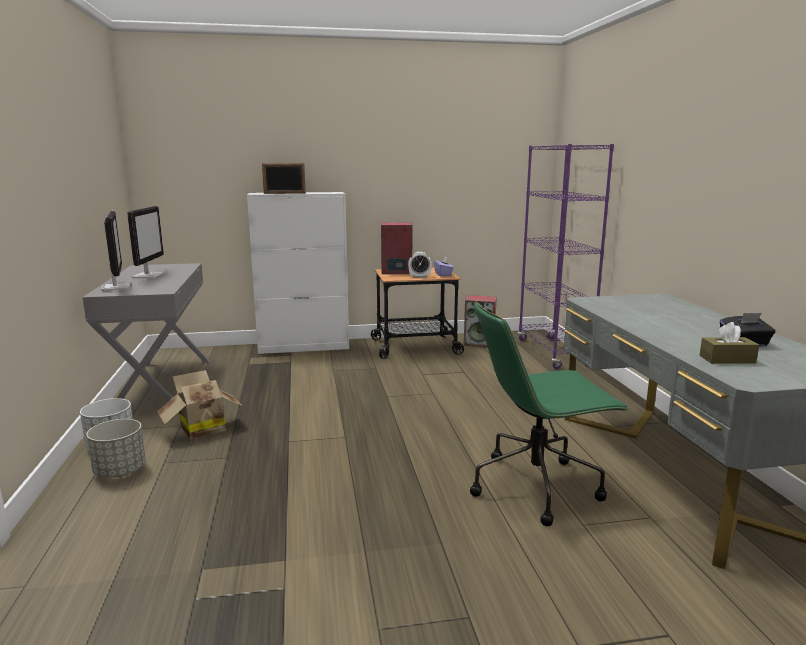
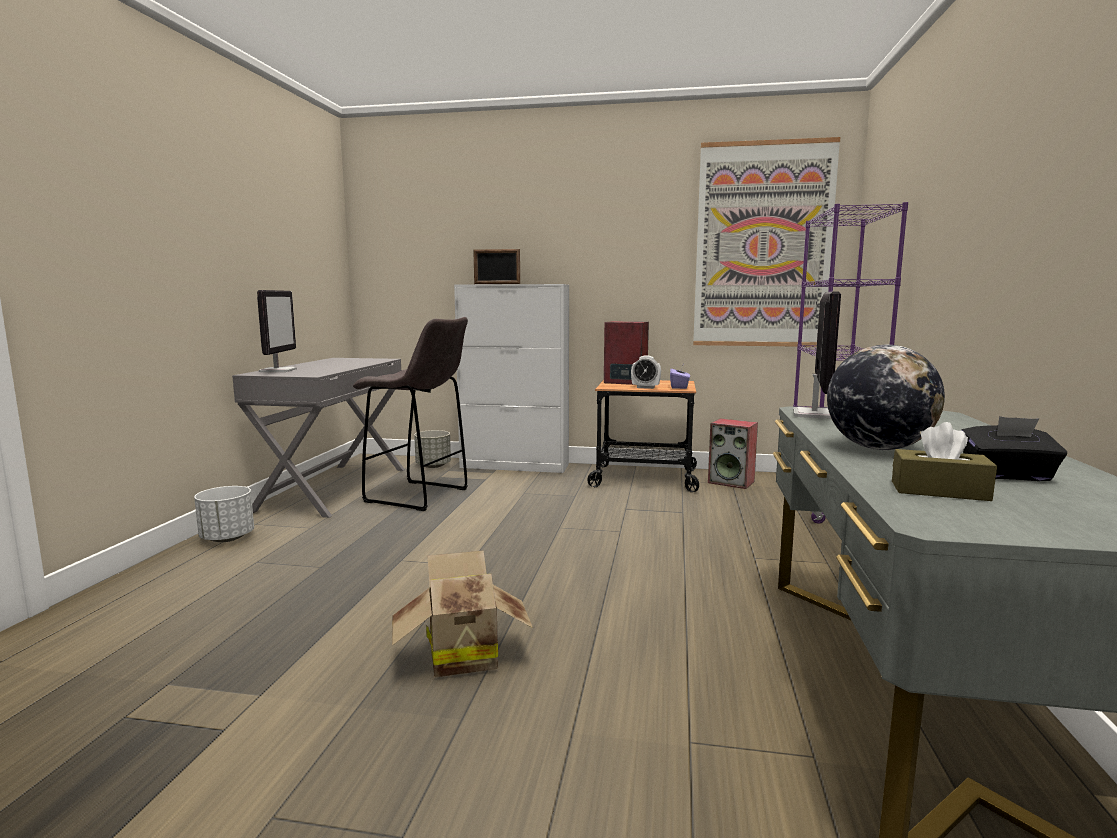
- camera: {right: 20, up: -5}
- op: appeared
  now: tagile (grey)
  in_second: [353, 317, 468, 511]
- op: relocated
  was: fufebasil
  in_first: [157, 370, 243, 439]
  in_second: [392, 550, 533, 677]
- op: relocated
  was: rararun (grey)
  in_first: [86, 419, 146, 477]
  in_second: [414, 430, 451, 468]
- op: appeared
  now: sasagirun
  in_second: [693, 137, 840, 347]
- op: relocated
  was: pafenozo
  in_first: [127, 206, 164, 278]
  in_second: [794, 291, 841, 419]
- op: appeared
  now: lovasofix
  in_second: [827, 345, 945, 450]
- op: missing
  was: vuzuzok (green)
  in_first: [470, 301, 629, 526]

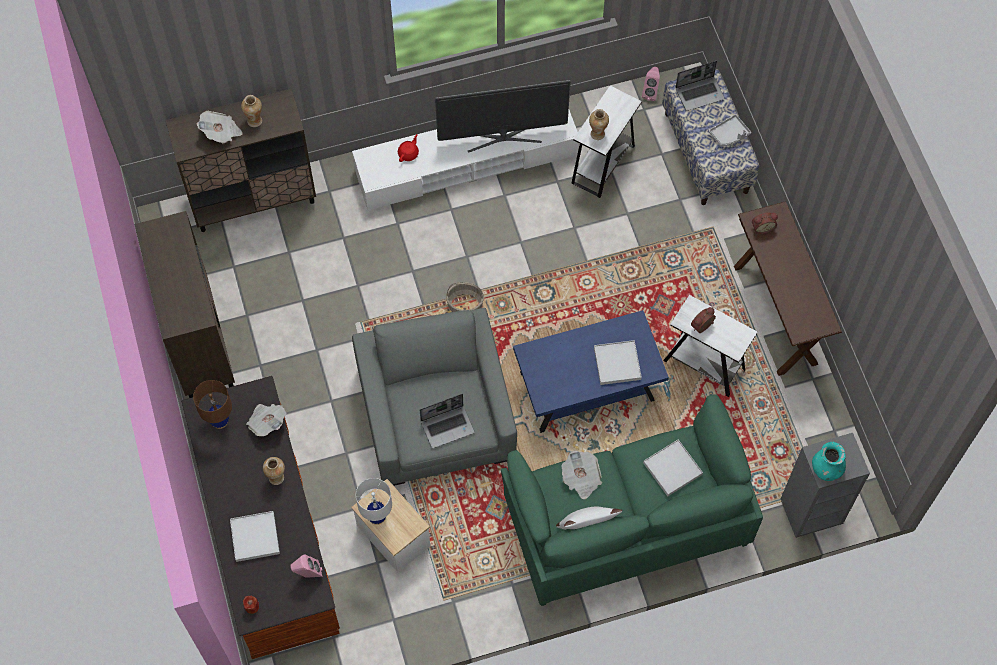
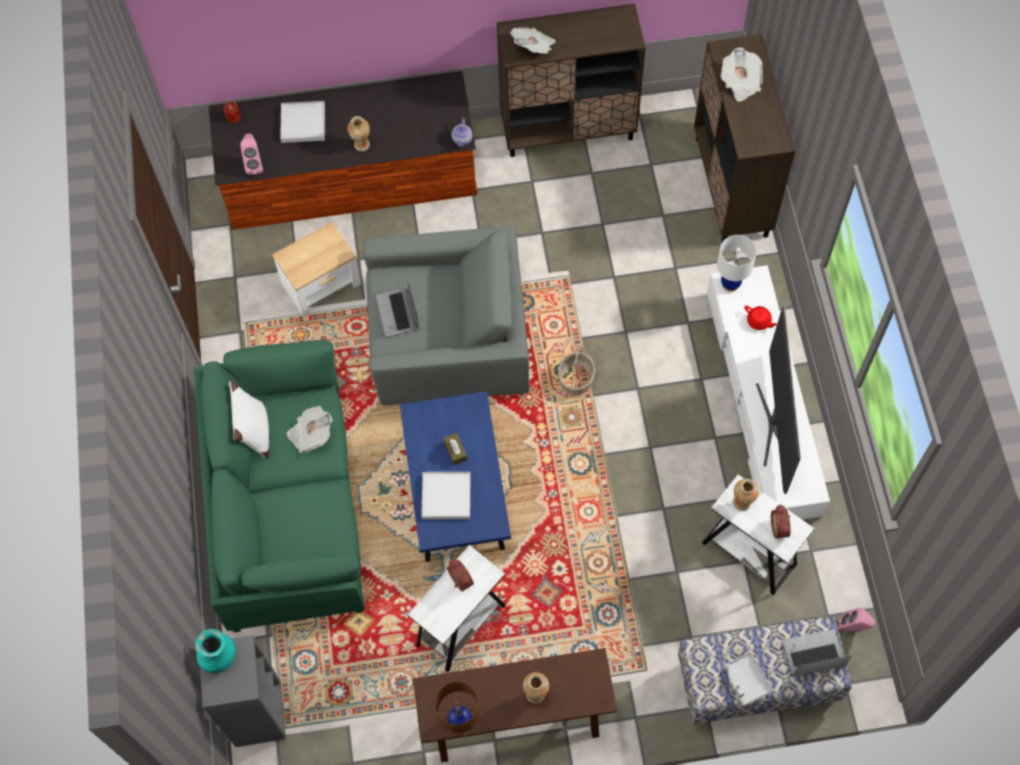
- camera: {right: 100, up: 0}
- op: relocated
  was: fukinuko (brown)
  in_first: [193, 380, 232, 429]
  in_second: [435, 682, 480, 733]
- op: appeared
  now: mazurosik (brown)
  in_second: [444, 433, 467, 465]
- op: appeared
  now: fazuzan
  in_second: [451, 118, 472, 148]
- op: relocated
  was: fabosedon
  in_first: [246, 404, 287, 436]
  in_second: [510, 27, 556, 54]
- op: relocated
  was: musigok
  in_first: [241, 95, 262, 127]
  in_second: [523, 672, 549, 704]
- op: relocated
  was: fukinuko (white)
  in_first: [356, 478, 392, 525]
  in_second: [717, 235, 757, 292]
- op: relocated
  was: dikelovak
  in_first: [752, 213, 778, 234]
  in_second: [771, 504, 791, 539]
- op: spun
  was: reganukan
  in_first: [675, 61, 725, 111]
  in_second: [782, 629, 852, 677]
  clockwise: 90
- op: missing
  was: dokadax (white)
  in_first: [643, 439, 703, 497]

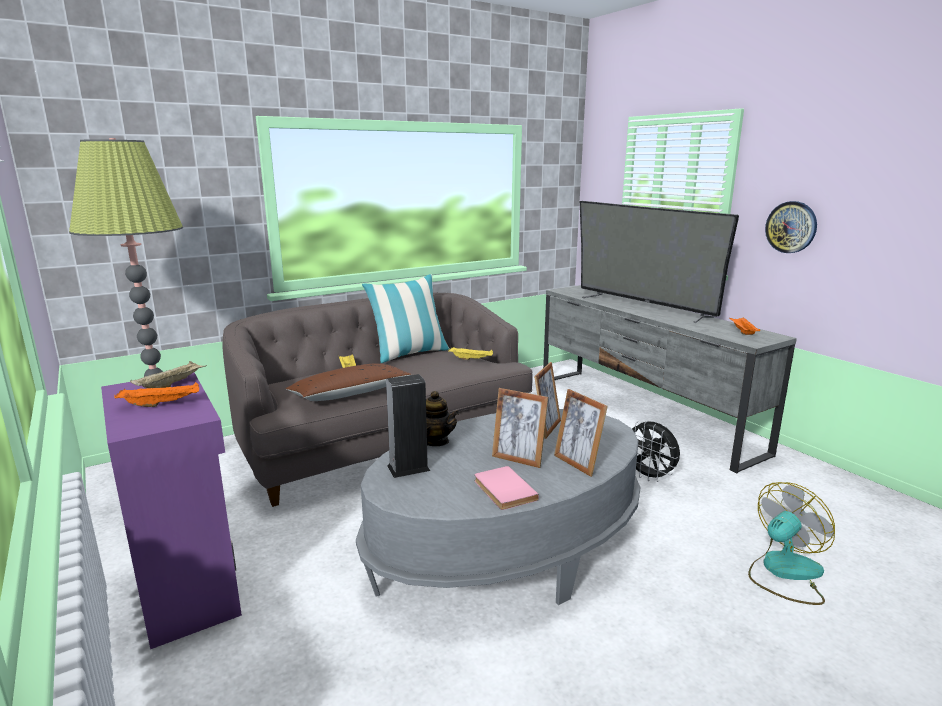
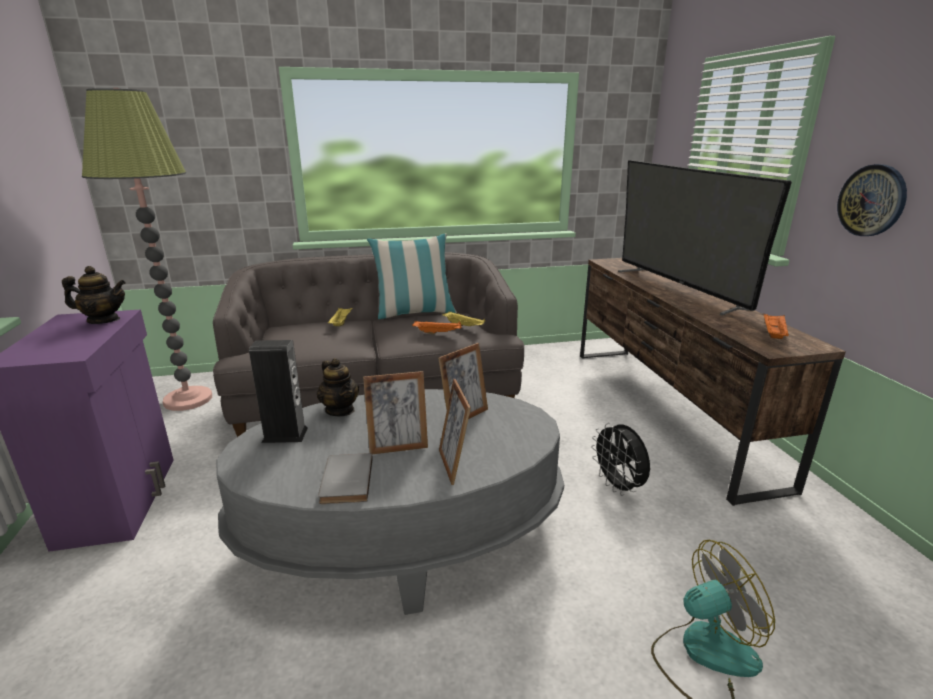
- camera: {right: 20, up: 5}
- op: exchanged
  was: dokadax (beige)
  now: fazuzan
  in_first: [130, 361, 207, 388]
  in_second: [62, 266, 126, 324]
- op: colour
  was: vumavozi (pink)
  now: vumavozi (grey)
  in_first: [475, 466, 539, 510]
  in_second: [318, 453, 373, 504]
- op: spun
  was: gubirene
  in_first: [492, 388, 548, 468]
  in_second: [363, 371, 428, 454]
  clockwise: -60
- op: relocated
  was: dokadax (orange)
  in_first: [115, 382, 199, 407]
  in_second: [412, 321, 461, 335]
- op: colour
  was: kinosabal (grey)
  now: kinosabal (brown)
  in_first: [543, 285, 797, 473]
  in_second: [580, 258, 846, 506]
- op: missing
  was: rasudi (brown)
  in_first: [286, 364, 412, 401]

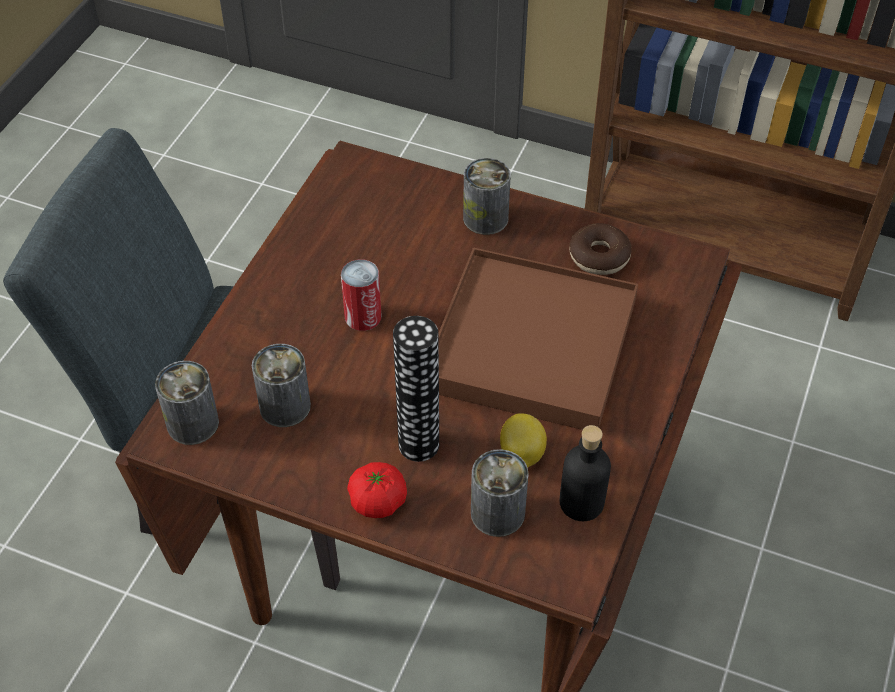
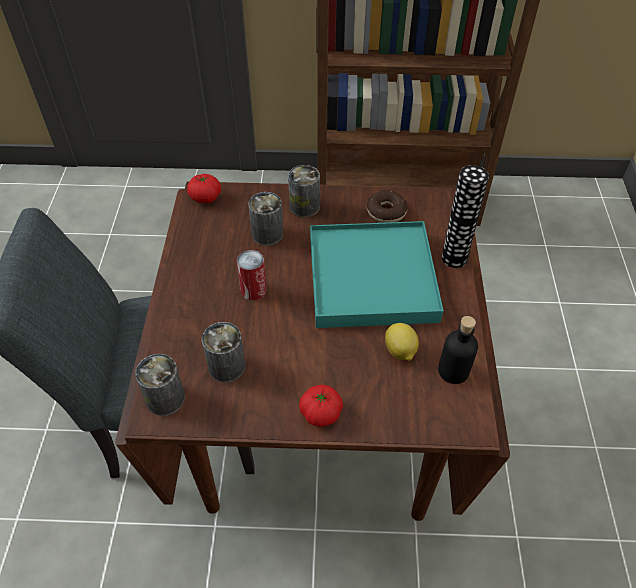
- camera: {right: -20, up: 0}
- op: appeared
  now: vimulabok
  in_second: [187, 174, 221, 203]
- op: relocated
  was: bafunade
  in_first: [471, 449, 529, 537]
  in_second: [248, 192, 283, 246]
- op: colour
  was: dokadax (brown)
  now: dokadax (turquoise)
  in_first: [438, 248, 638, 430]
  in_second: [310, 221, 443, 328]
- op: relocated
  was: musigok
  in_first: [393, 316, 439, 462]
  in_second: [442, 165, 489, 268]

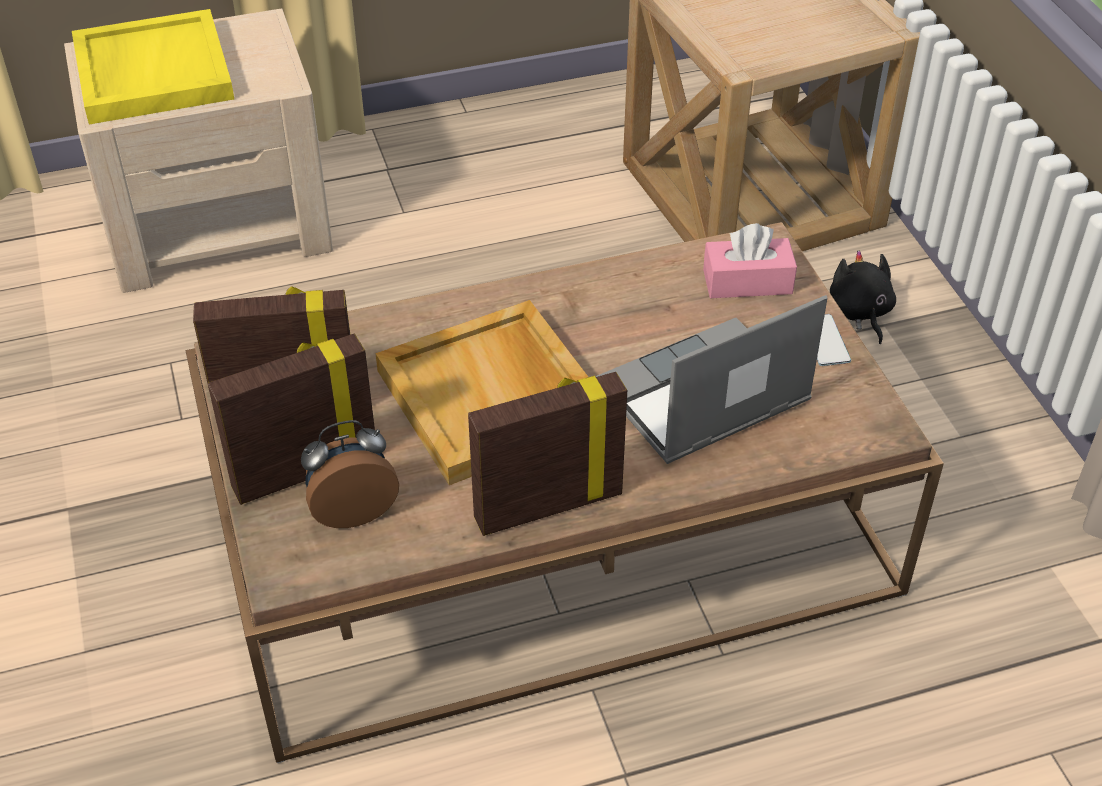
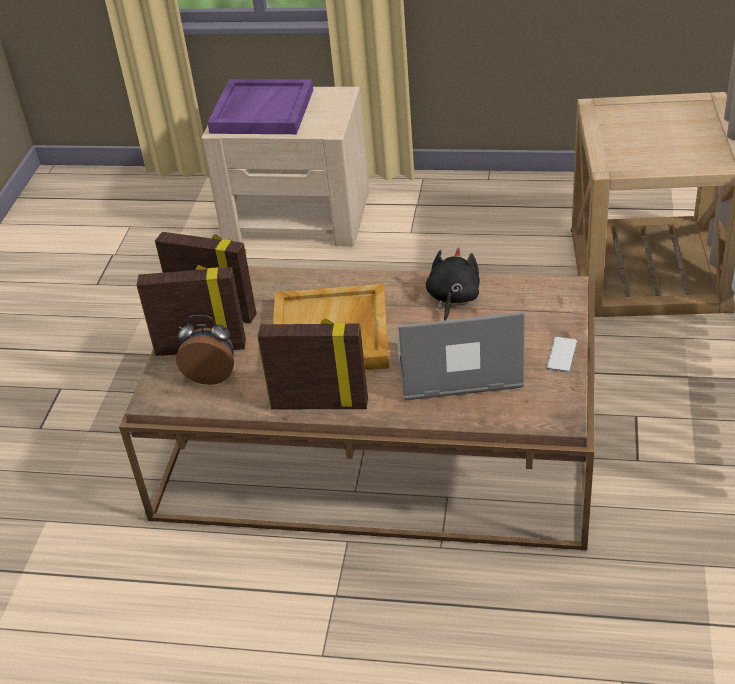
- camera: {right: 30, up: -5}
- op: colour
  was: dokadax (yellow)
  now: dokadax (purple)
  in_first: [72, 9, 234, 124]
  in_second: [207, 79, 313, 134]
- op: relocated
  was: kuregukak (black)
  in_first: [830, 250, 896, 344]
  in_second: [426, 247, 480, 321]
- op: missing
  was: mazurosik (pink)
  in_first: [703, 223, 797, 298]

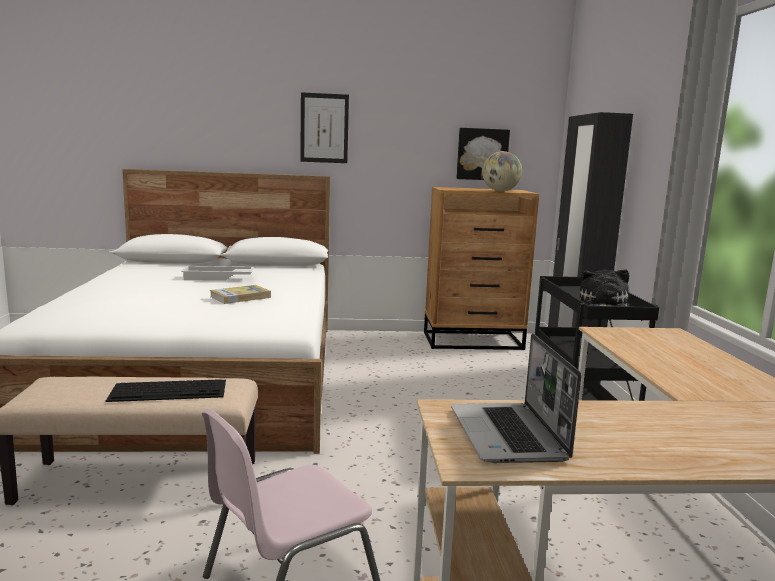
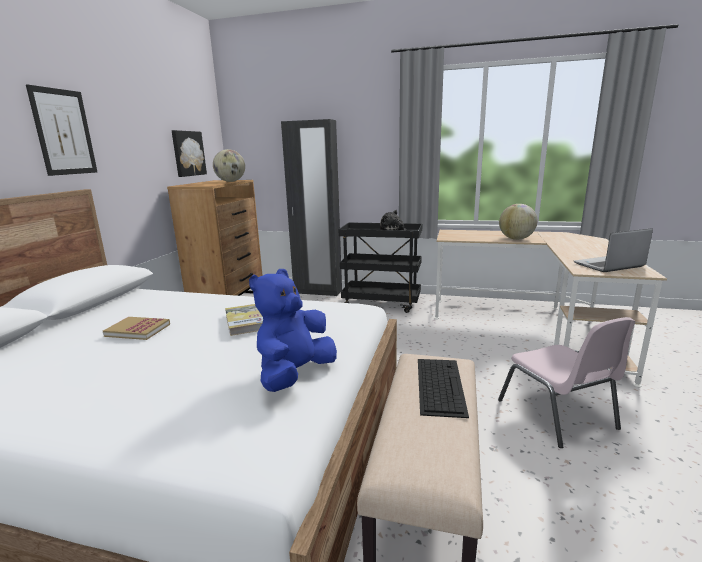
- camera: {right: -70, up: 5}
- op: exchanged
  was: dokadax (white)
  now: vumavozi
  in_first: [181, 266, 254, 281]
  in_second: [103, 317, 170, 340]
- op: appeared
  now: kuregukak (blue)
  in_second: [249, 269, 337, 392]
- op: appeared
  now: lovasofix
  in_second: [499, 204, 538, 240]
- op: spun
  was: reganukan
  in_first: [451, 333, 581, 463]
  in_second: [574, 228, 653, 272]
  clockwise: 150

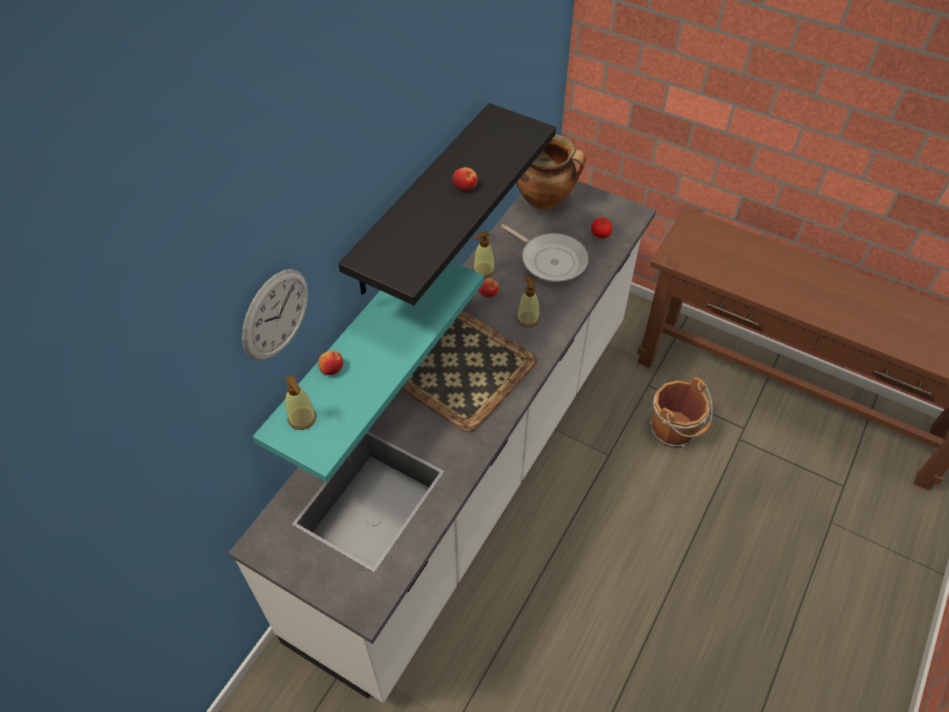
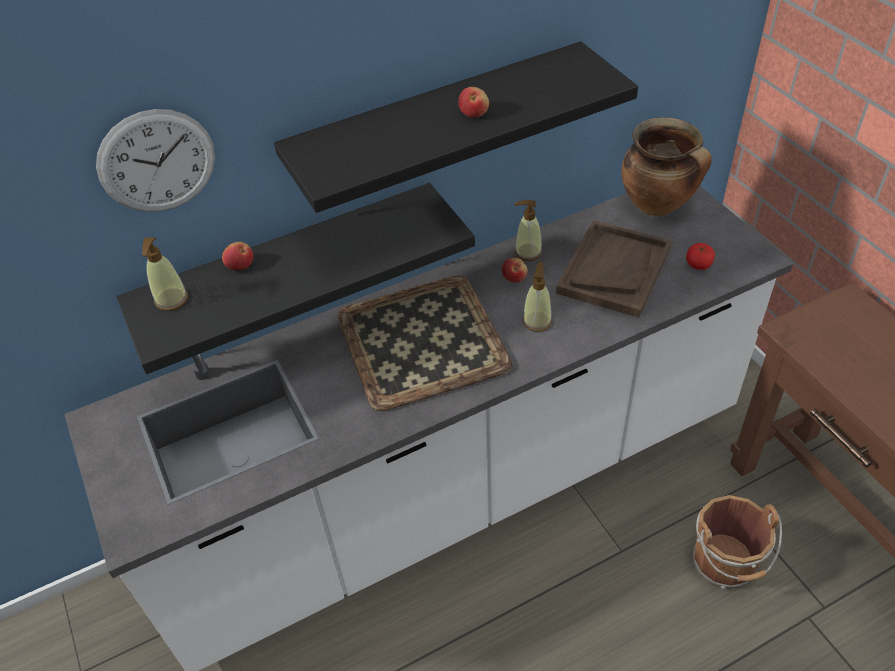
- camera: {right: 35, up: -5}
- op: colour
  was: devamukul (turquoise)
  now: devamukul (black)
  in_first: [253, 261, 484, 483]
  in_second: [116, 183, 475, 374]
- op: exchanged
  was: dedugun
  now: dokadax (brown)
  in_first: [501, 224, 588, 282]
  in_second: [556, 220, 672, 318]

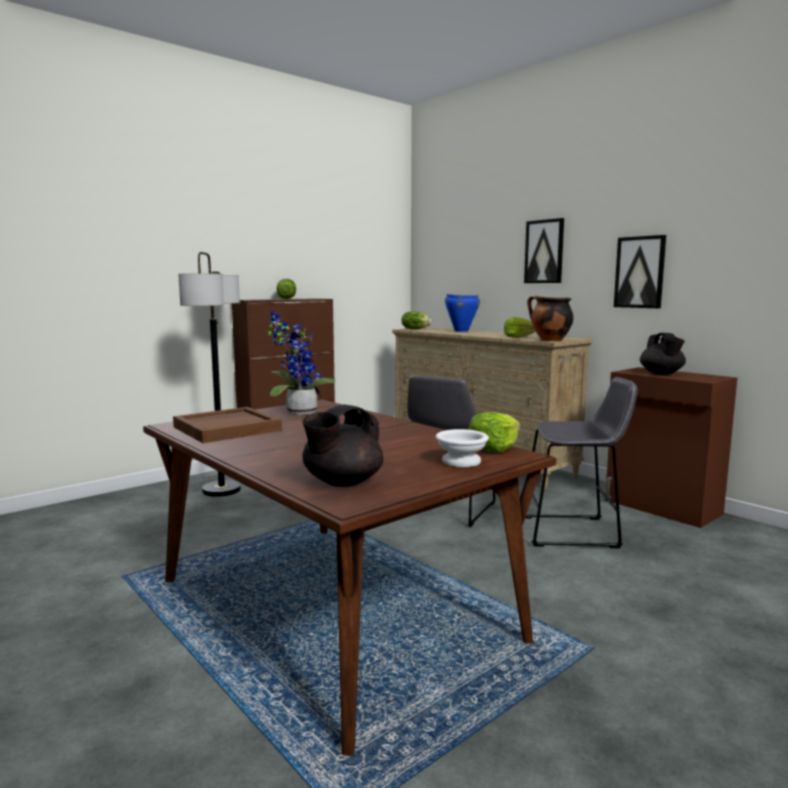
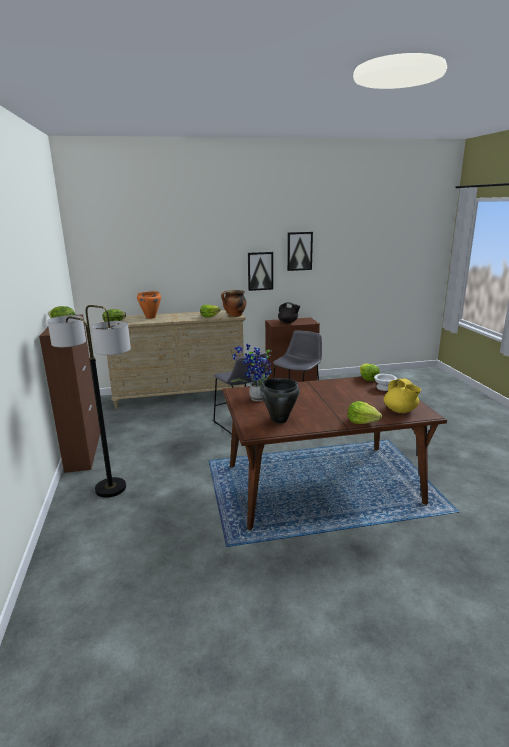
- camera: {right: -60, up: 10}
- op: colour
  was: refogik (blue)
  now: refogik (orange)
  in_first: [445, 294, 480, 332]
  in_second: [137, 291, 161, 319]
- op: exchanged
  was: dokadax (brown)
  now: refogik (black)
  in_first: [173, 407, 282, 443]
  in_second: [260, 378, 300, 424]
- op: relocated
  was: sasagirun
  in_first: [524, 218, 564, 283]
  in_second: [287, 232, 313, 271]
- op: appeared
  now: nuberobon
  in_second: [348, 401, 382, 424]
- op: colour
  was: fazuzan (black)
  now: fazuzan (yellow)
  in_first: [302, 405, 383, 487]
  in_second: [384, 379, 421, 413]

